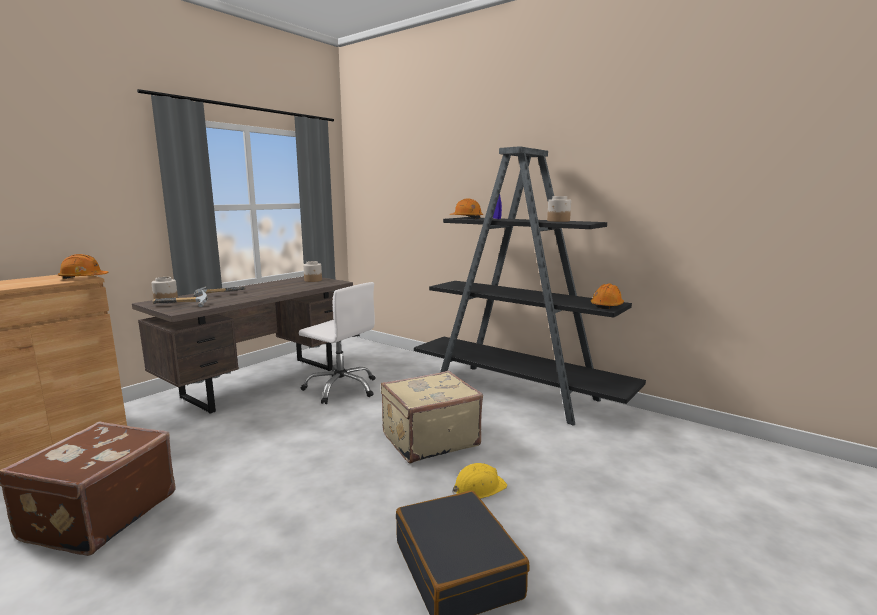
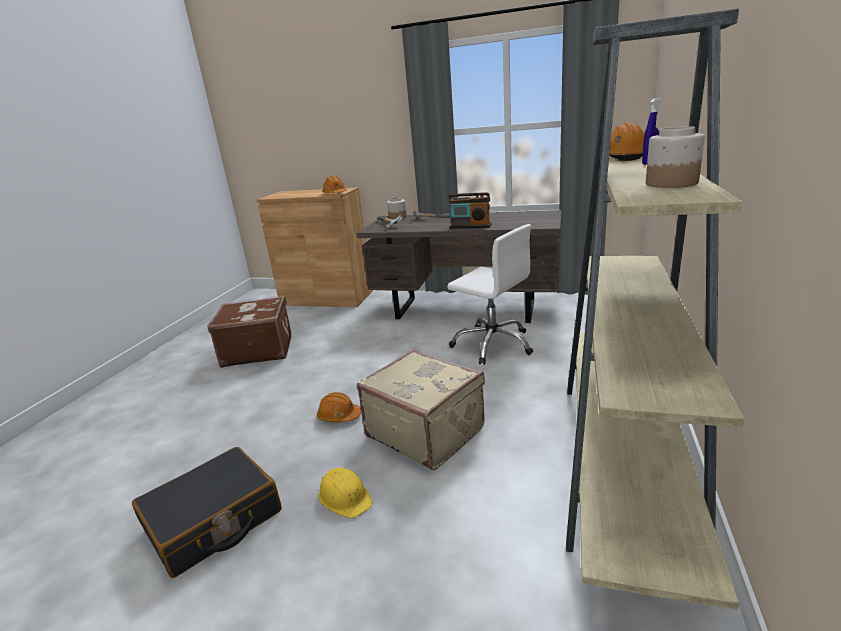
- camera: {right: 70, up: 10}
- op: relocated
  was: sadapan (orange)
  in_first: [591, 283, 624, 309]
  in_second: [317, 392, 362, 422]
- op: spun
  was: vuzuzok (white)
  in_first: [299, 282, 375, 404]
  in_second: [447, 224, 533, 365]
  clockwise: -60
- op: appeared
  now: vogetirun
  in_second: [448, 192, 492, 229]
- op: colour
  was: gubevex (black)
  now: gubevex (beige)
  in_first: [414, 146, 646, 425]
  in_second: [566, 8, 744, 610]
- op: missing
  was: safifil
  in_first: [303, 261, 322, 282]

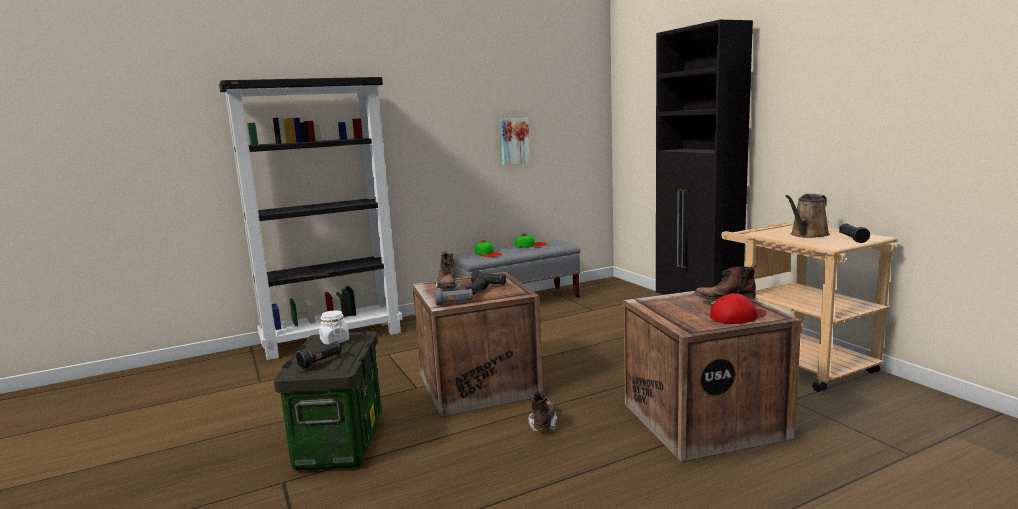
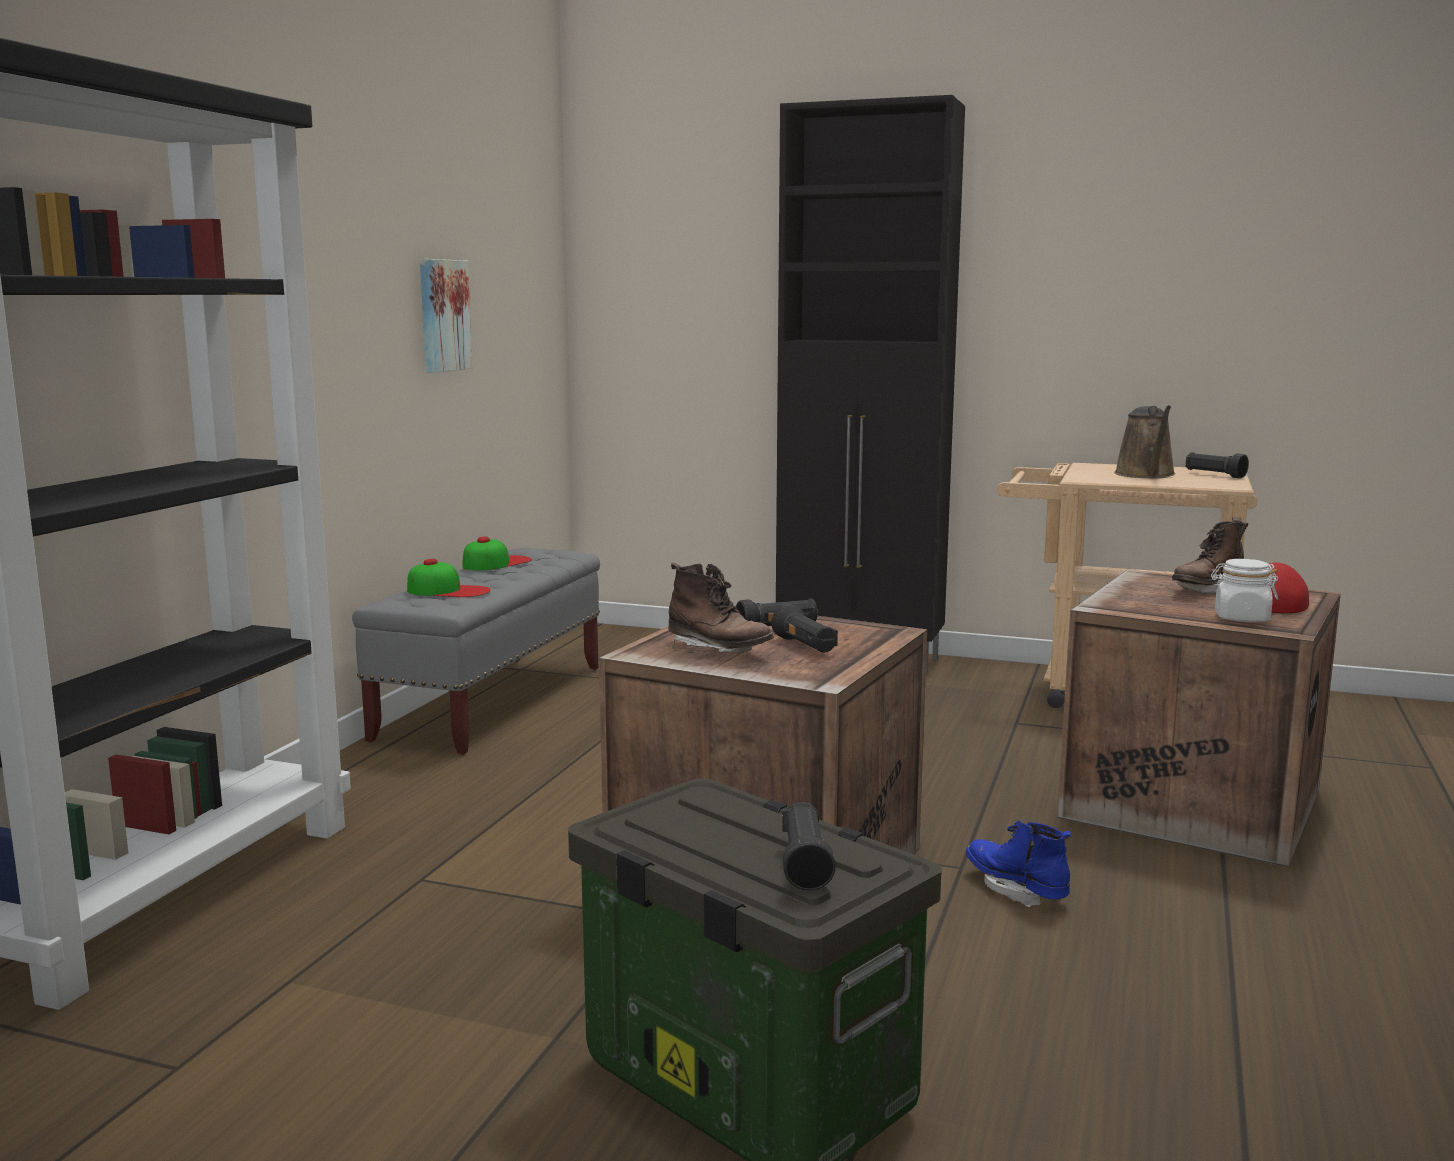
- camera: {right: -45, up: 0}
- op: colour
  was: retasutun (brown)
  now: retasutun (blue)
  in_first: [529, 390, 557, 431]
  in_second: [966, 820, 1071, 907]
- op: relocated
  was: safifil (white)
  in_first: [319, 310, 349, 345]
  in_second: [1211, 559, 1278, 622]
- op: missing
  was: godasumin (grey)
  in_first: [435, 289, 473, 306]

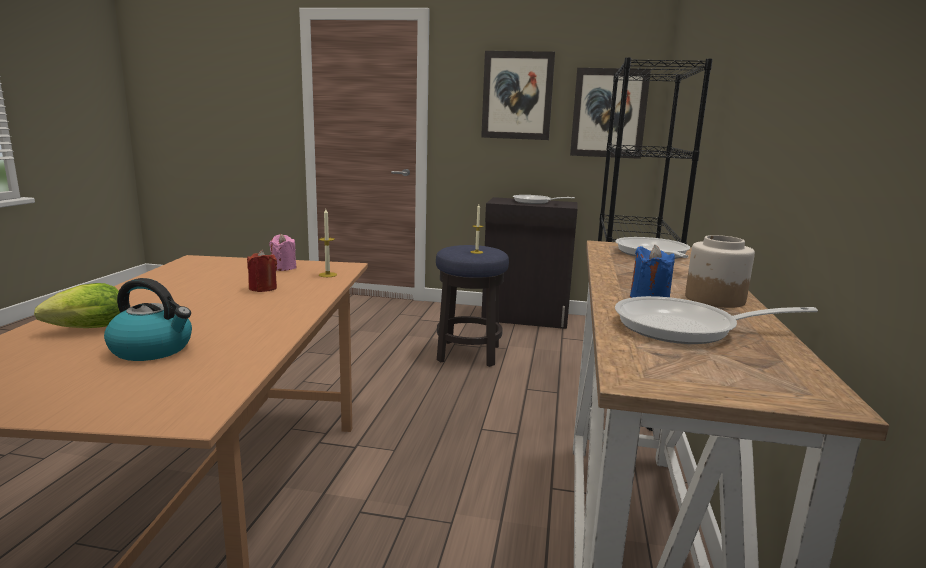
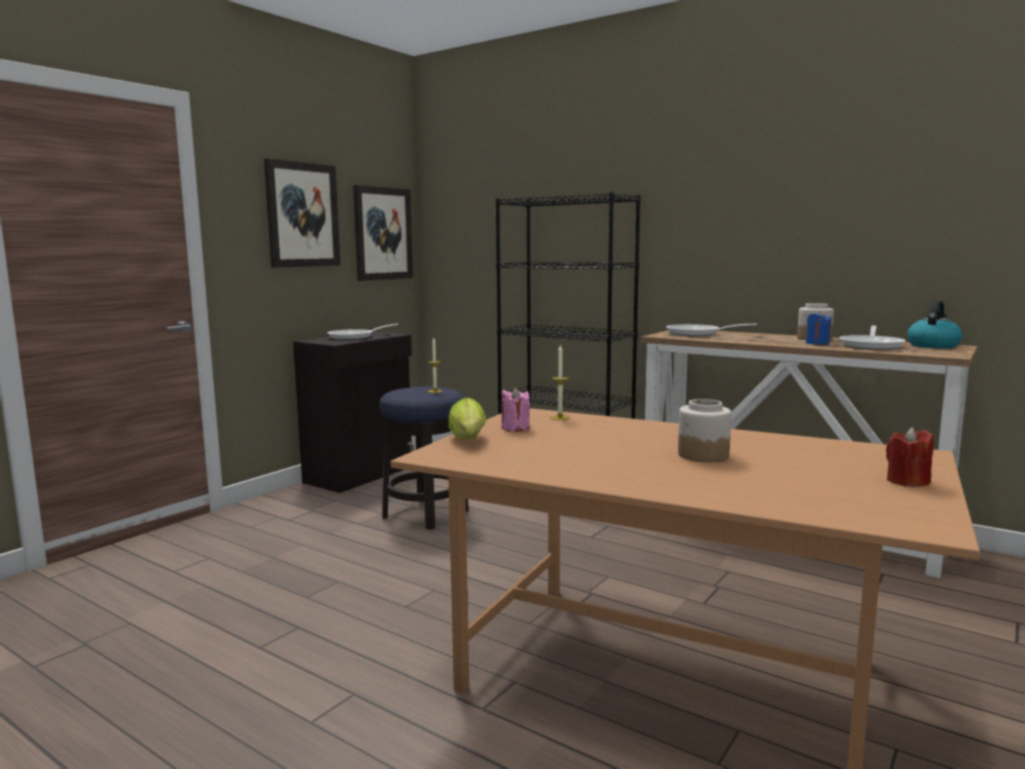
- camera: {right: -65, up: -5}
- op: relocated
  was: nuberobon
  in_first: [34, 283, 120, 328]
  in_second: [448, 398, 487, 440]
- op: appeared
  now: safifil
  in_second: [678, 399, 731, 462]
- op: relocated
  was: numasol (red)
  in_first: [247, 250, 277, 292]
  in_second: [886, 427, 934, 487]
- op: relocated
  was: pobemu
  in_first: [104, 278, 192, 361]
  in_second: [907, 300, 962, 348]

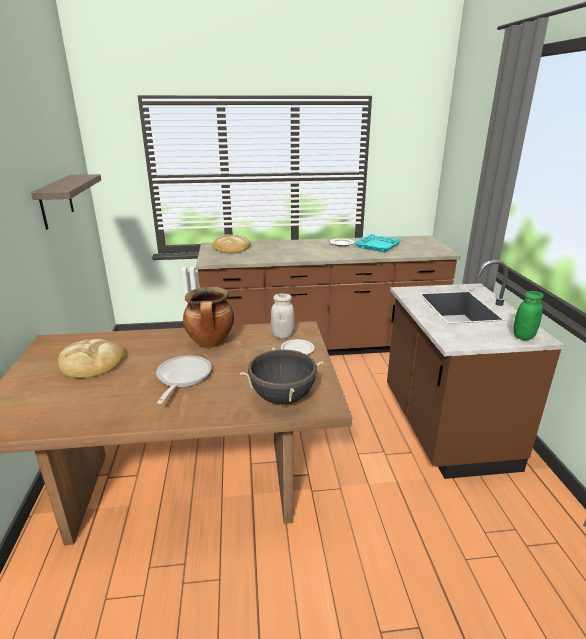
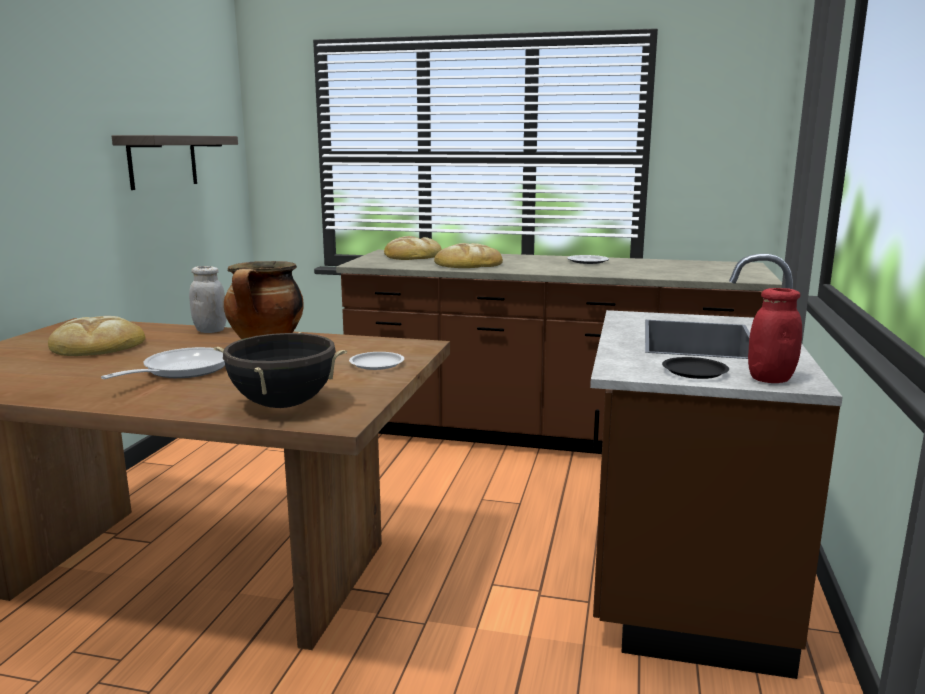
- camera: {right: 20, up: -10}
- op: relocated
  was: safifil (white)
  in_first: [271, 293, 295, 339]
  in_second: [189, 266, 227, 333]
- op: appeared
  now: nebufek
  in_second: [434, 243, 503, 268]
- op: appeared
  now: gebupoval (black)
  in_second: [662, 357, 729, 379]
- op: colour
  was: safifil (green)
  now: safifil (red)
  in_first: [514, 291, 544, 340]
  in_second: [748, 288, 802, 383]
- op: missing
  was: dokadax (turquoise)
  in_first: [354, 234, 403, 252]

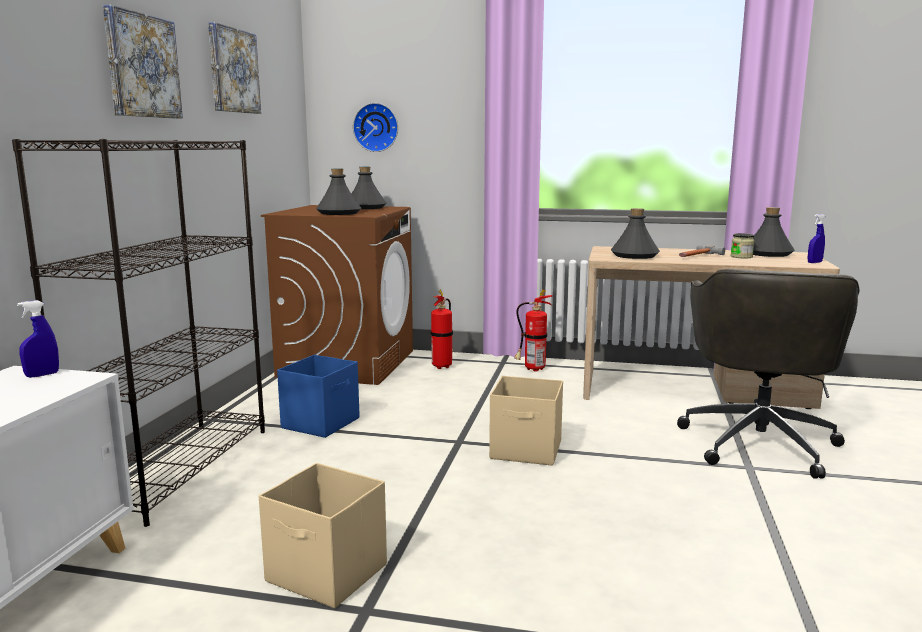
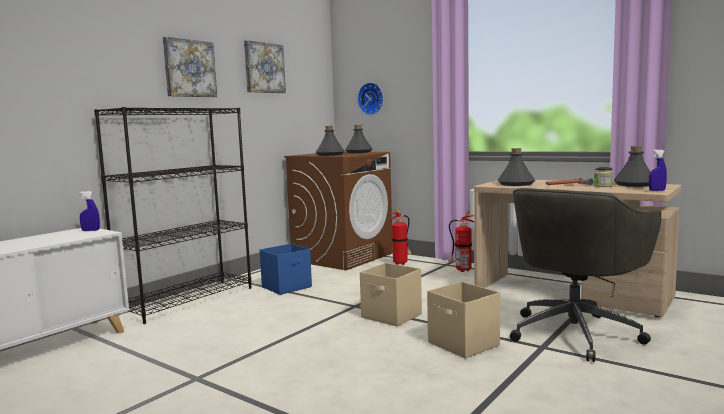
- camera: {right: 25, up: -5}
- op: relocated
  was: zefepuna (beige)
  in_first: [259, 463, 387, 608]
  in_second: [427, 281, 500, 359]

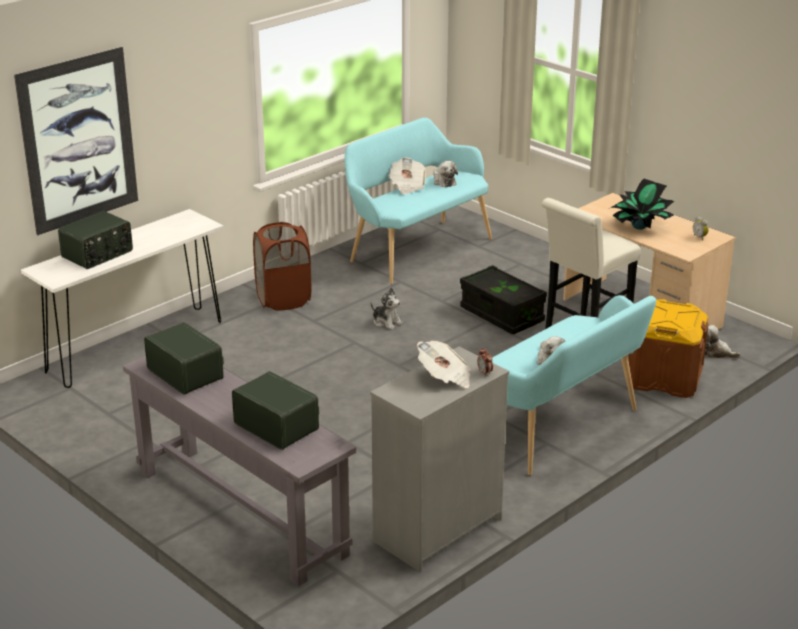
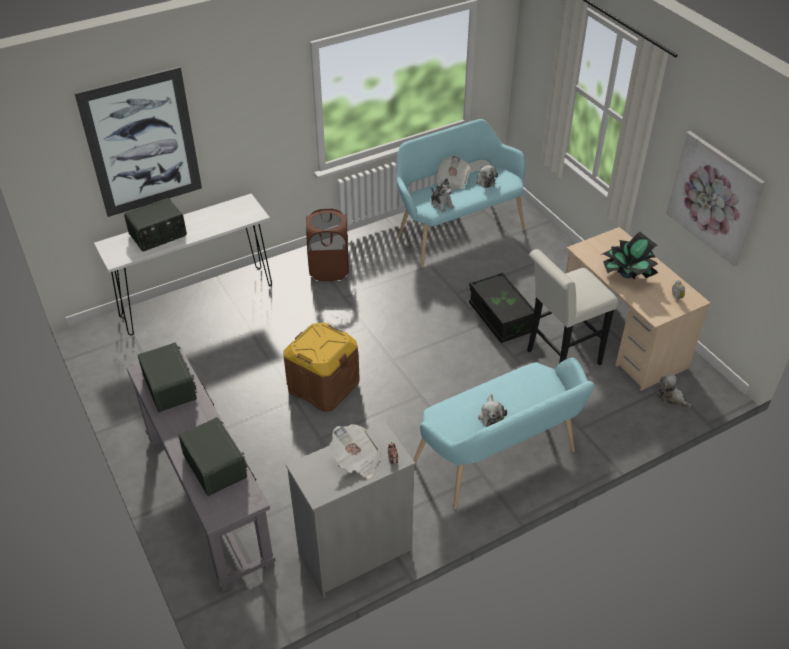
- camera: {right: 15, up: 15}
- op: relocated
  was: zefepuna (brown)
  in_first: [628, 299, 708, 398]
  in_second: [283, 323, 360, 412]
- op: relocated
  was: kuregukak
  in_first: [371, 287, 403, 330]
  in_second: [431, 178, 454, 212]
- op: appeared
  now: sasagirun
  in_second: [666, 131, 765, 266]

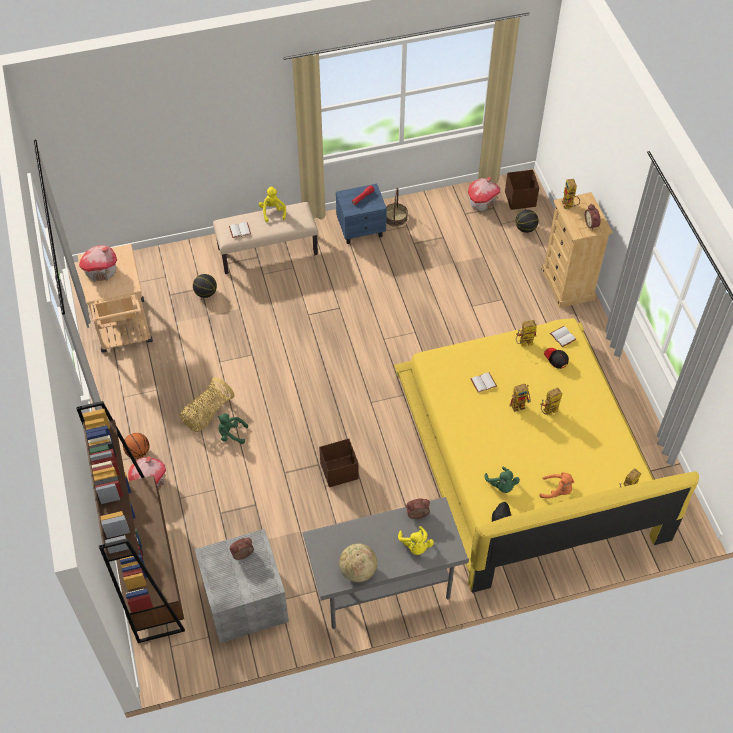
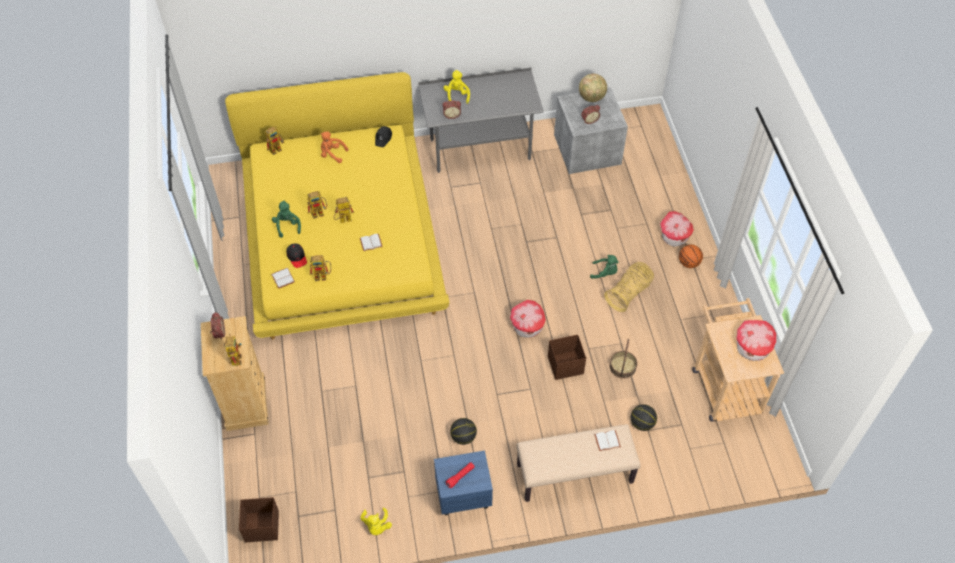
- camera: {right: -175, up: 0}
- op: relocated
  was: kuregukak (green)
  in_first: [485, 467, 520, 493]
  in_second: [272, 201, 301, 238]
- op: relocated
  was: kuregukak (yellow)
  in_first: [259, 186, 286, 223]
  in_second: [361, 507, 392, 535]
- op: relocated
  was: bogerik
  in_first: [515, 210, 539, 233]
  in_second: [450, 418, 477, 445]
- op: relocated
  was: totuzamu
  in_first: [468, 177, 500, 212]
  in_second: [510, 300, 546, 338]
- op: relocated
  was: zefepuna (brown)
  in_first: [319, 439, 359, 487]
  in_second: [548, 335, 586, 380]
- op: relocated
  was: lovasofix
  in_first: [339, 543, 377, 582]
  in_second: [579, 74, 607, 102]
- op: relocated
  was: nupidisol
  in_first: [386, 188, 408, 227]
  in_second: [609, 339, 637, 379]
- op: missing
  was: gubevex (brown)
  in_first: [76, 401, 185, 643]

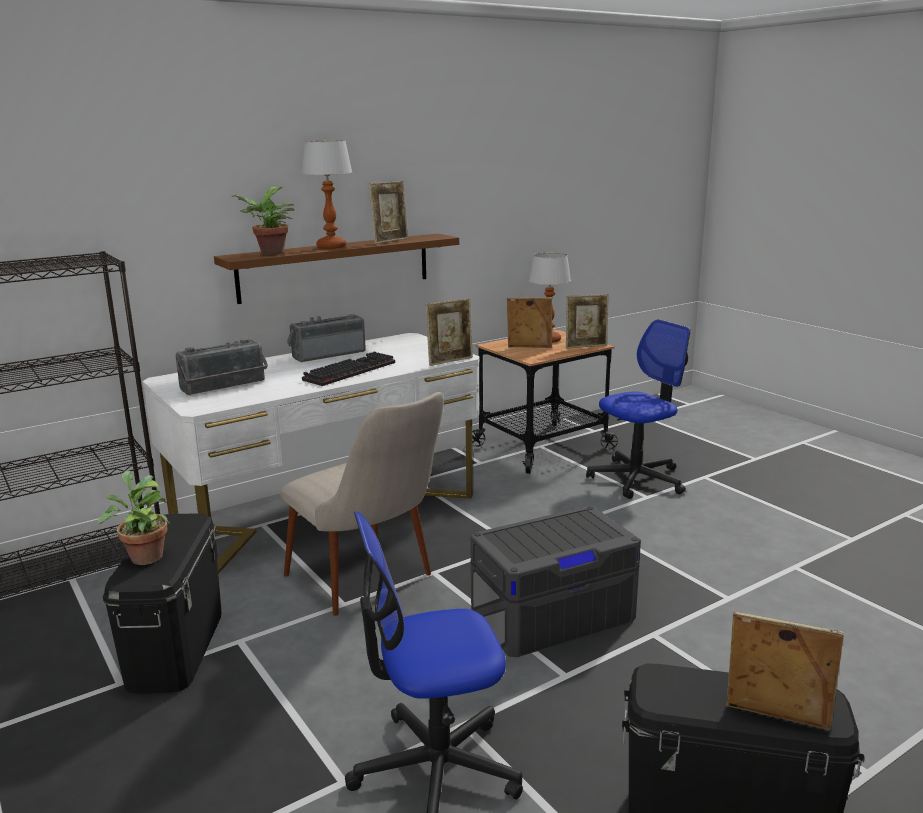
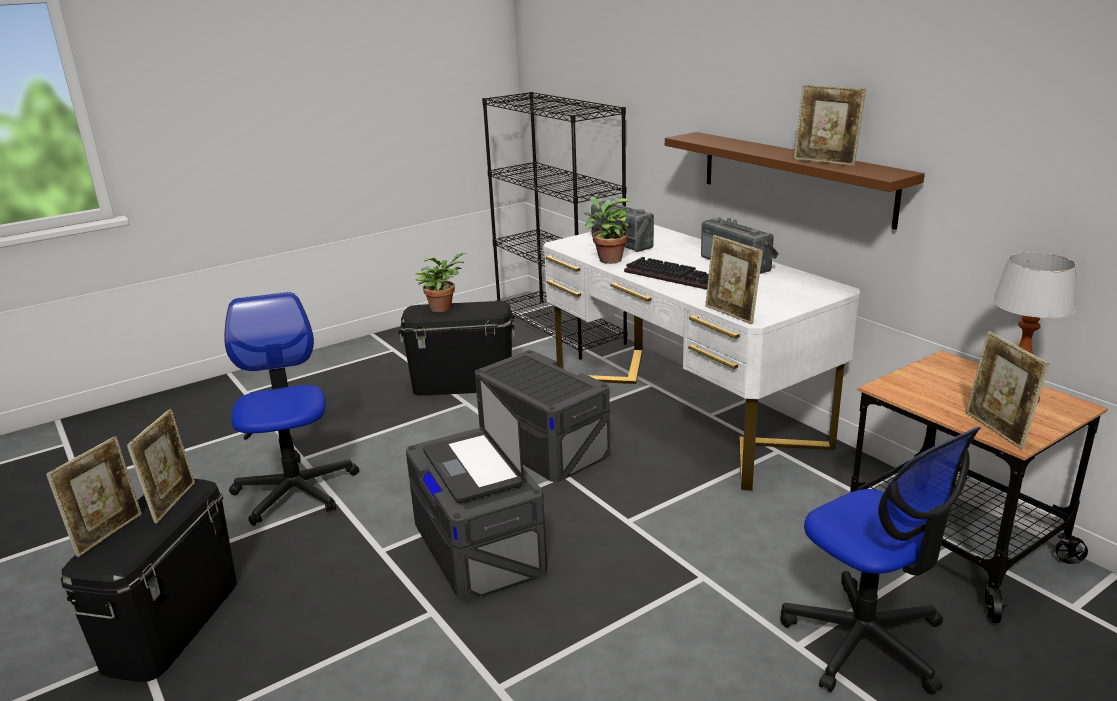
- camera: {right: 90, up: 5}
- op: relocated
  was: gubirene
  in_first: [507, 297, 552, 348]
  in_second: [127, 409, 195, 524]
- op: appeared
  now: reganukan
  in_second: [423, 375, 524, 503]
- op: exchanged
  was: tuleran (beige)
  now: zefepuna (grey)
  in_first: [280, 392, 444, 616]
  in_second: [475, 350, 610, 483]
- op: relocated
  was: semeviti
  in_first: [231, 187, 294, 255]
  in_second: [584, 197, 631, 264]
- op: missing
  was: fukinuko
  in_first: [302, 140, 352, 249]

